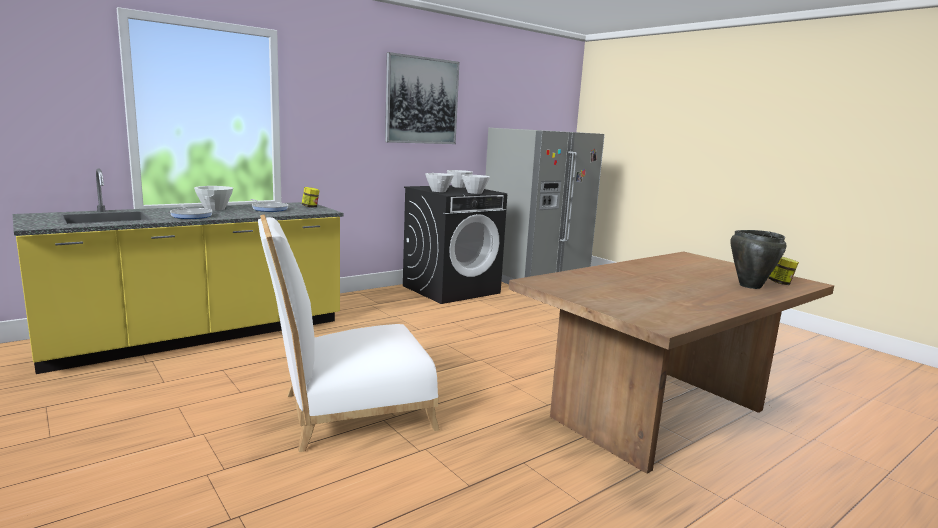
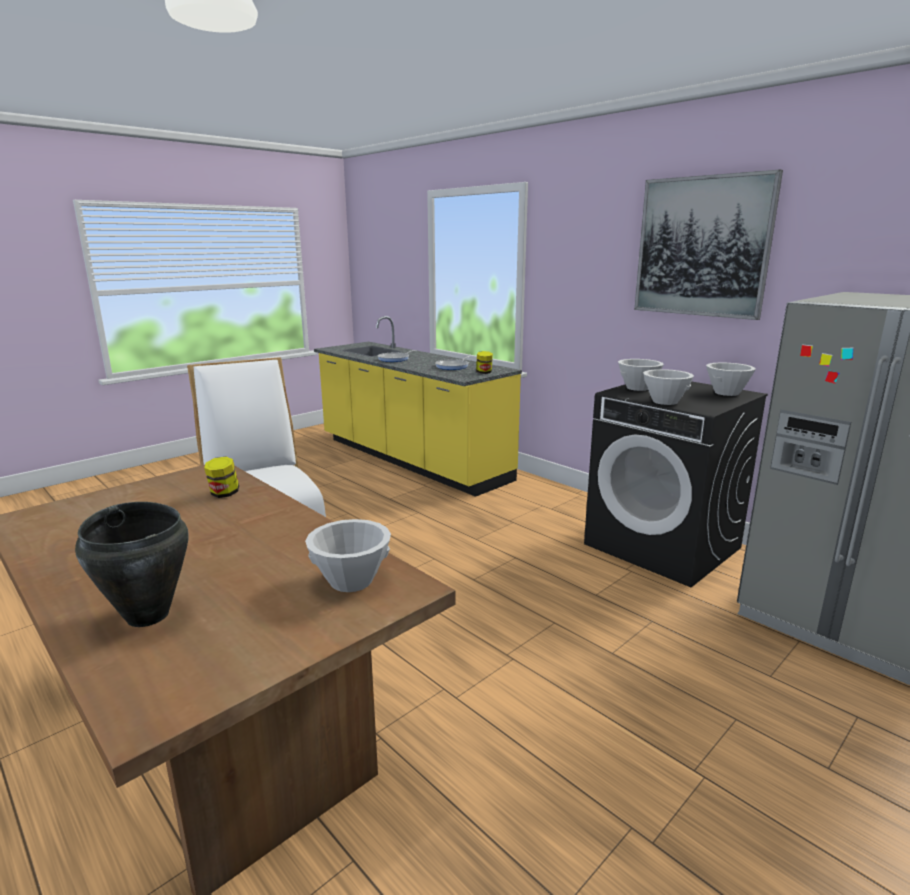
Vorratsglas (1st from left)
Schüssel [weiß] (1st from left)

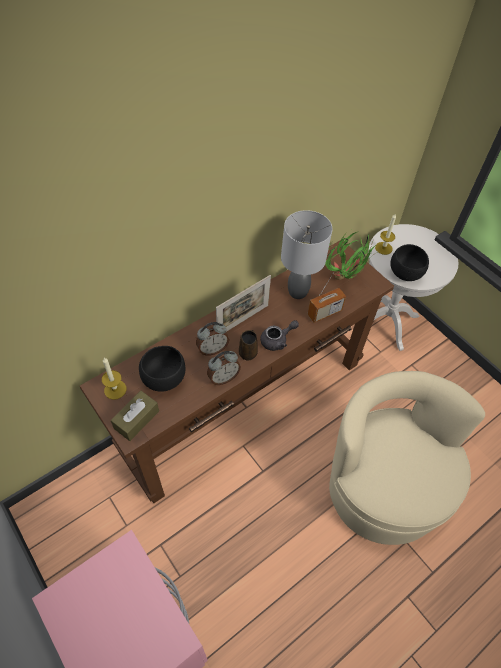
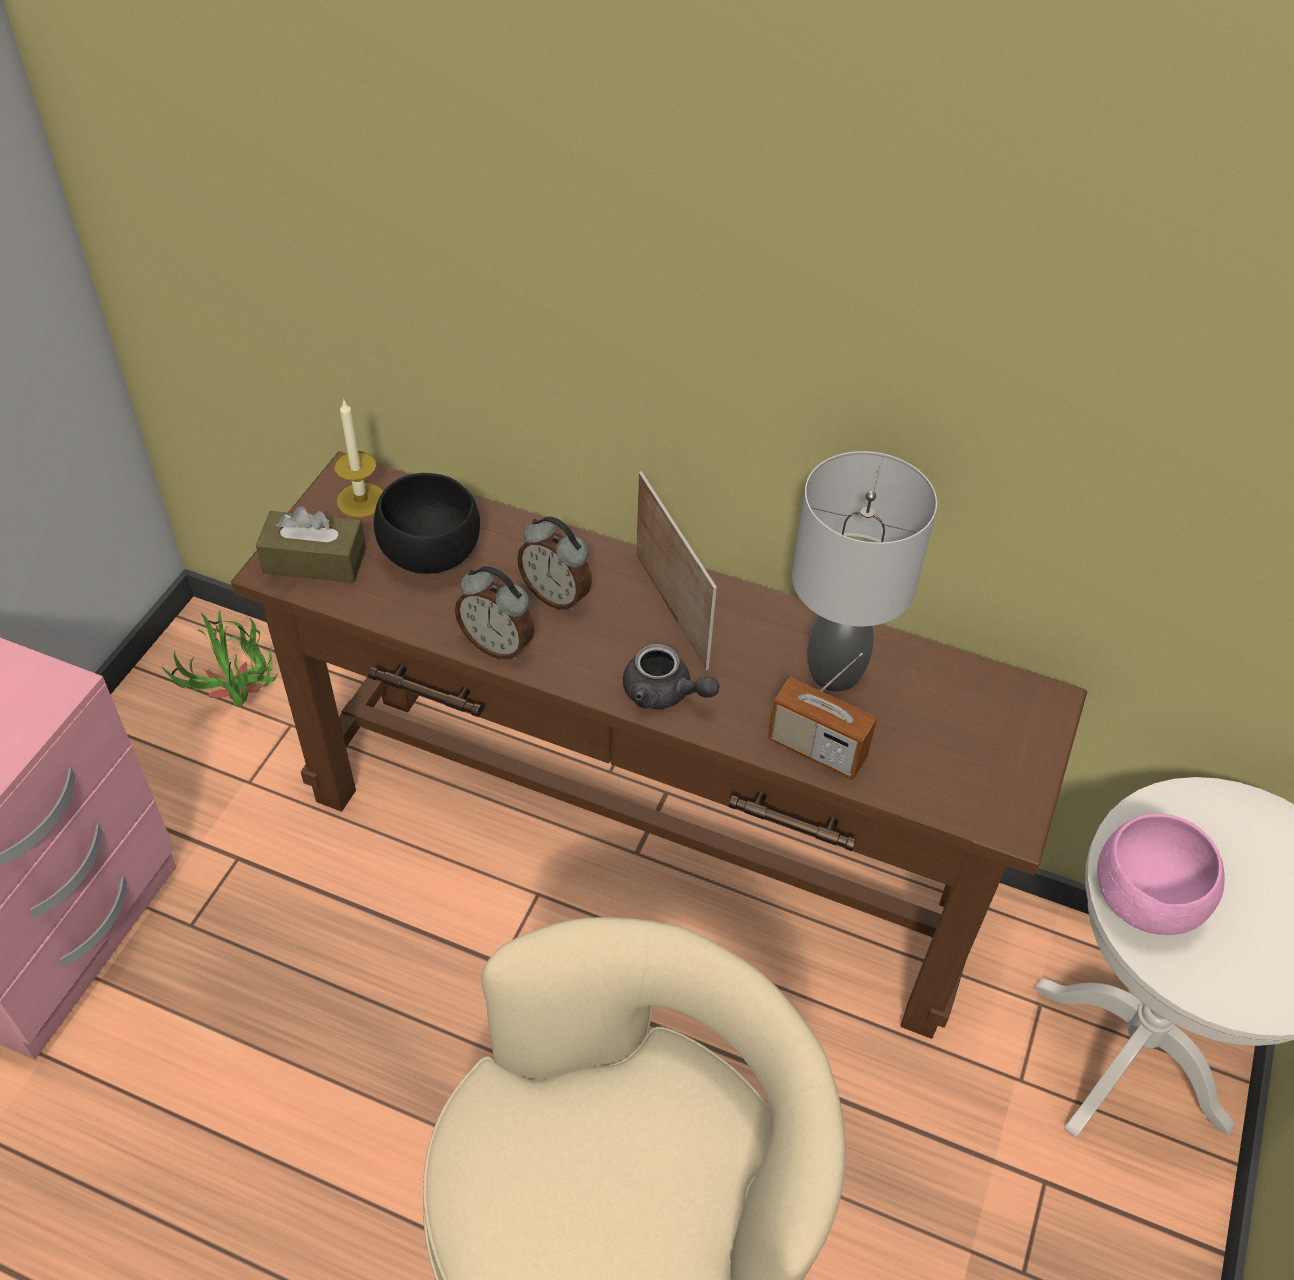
Topfpflanze
Bilderrahmen
Schüssel [rosa]
Henkelbecher [braun]
Kerze (2nd from left in the first image)

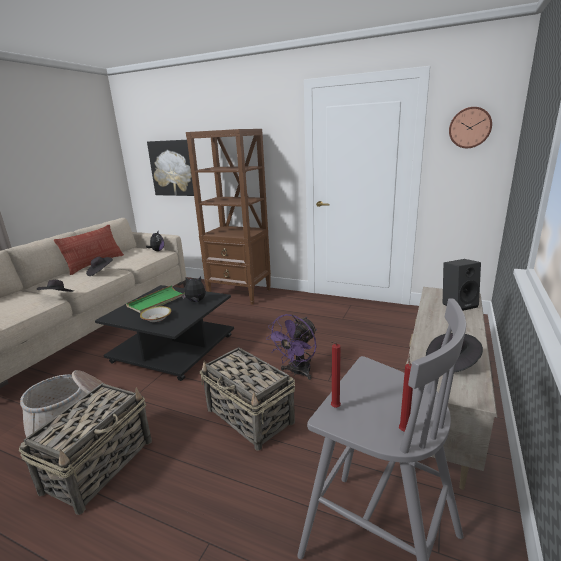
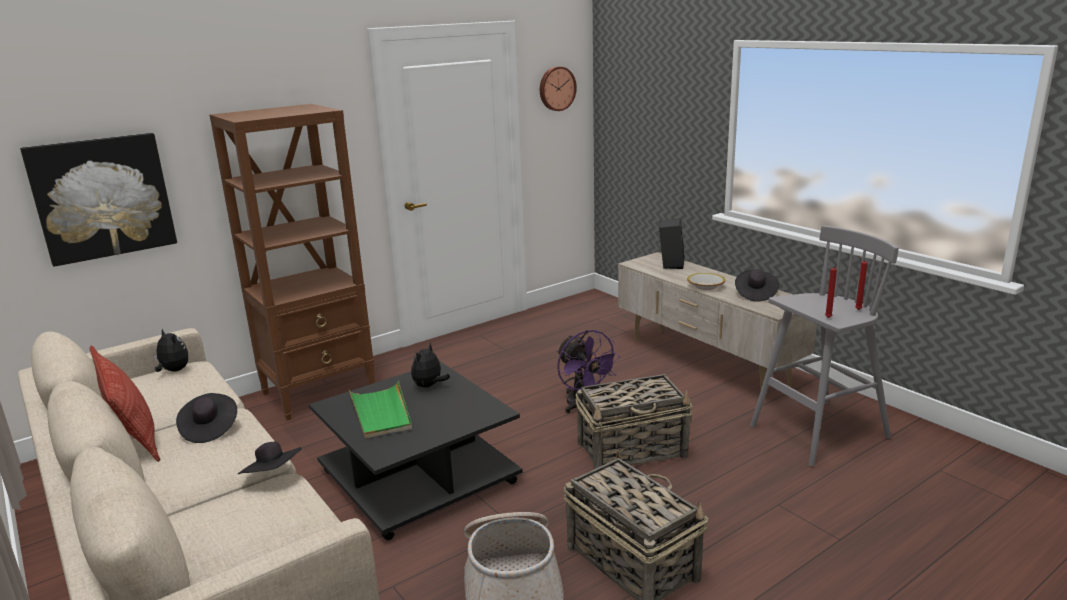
Schüssel

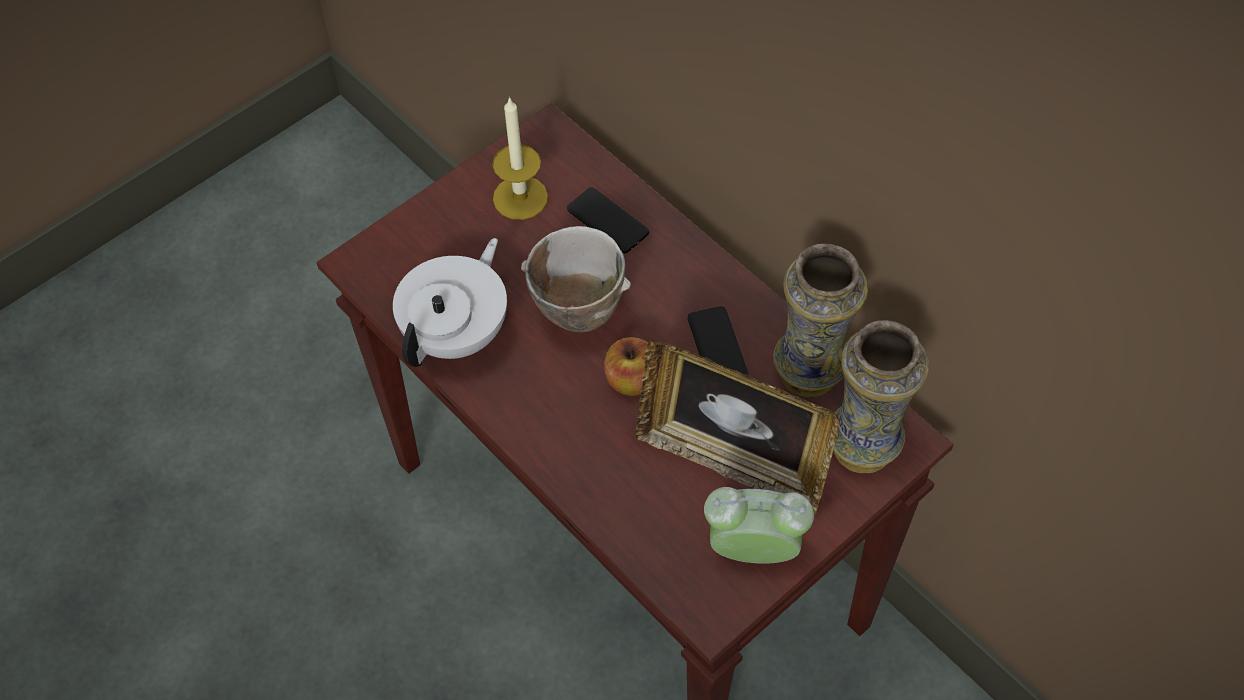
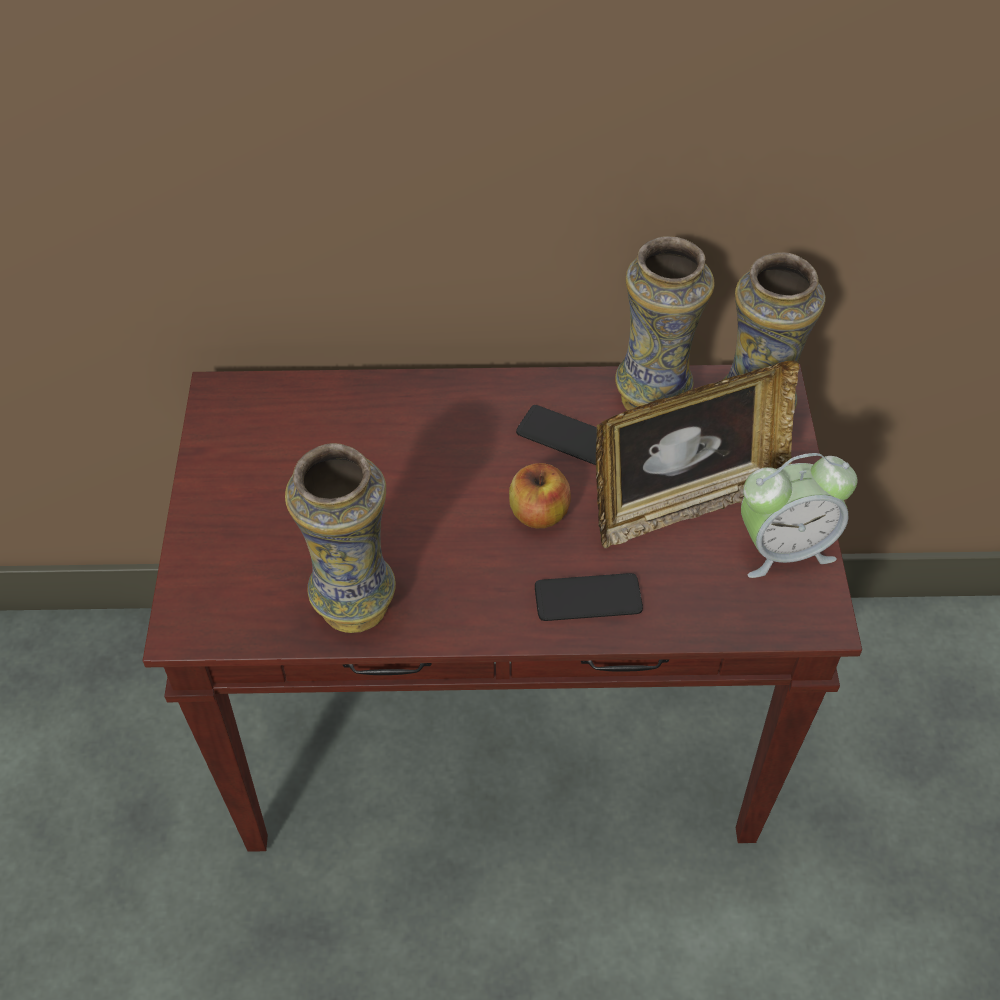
Vase (1st from left)
Handy (2nd from left)
Wecker
Kerze
Schüssel

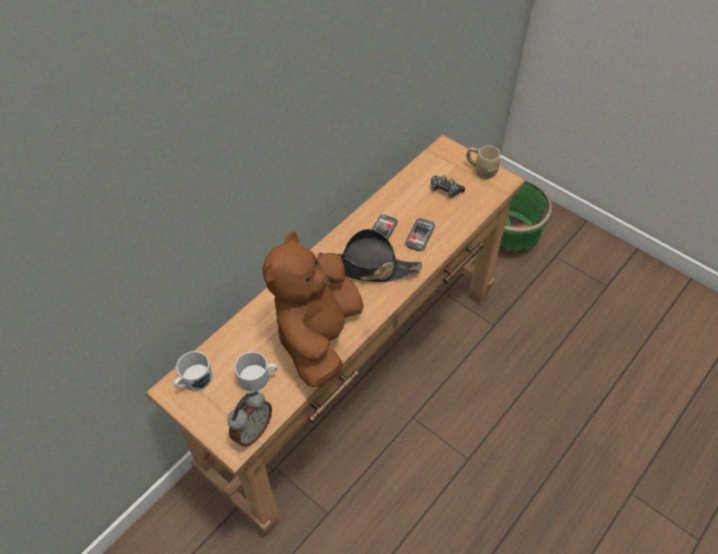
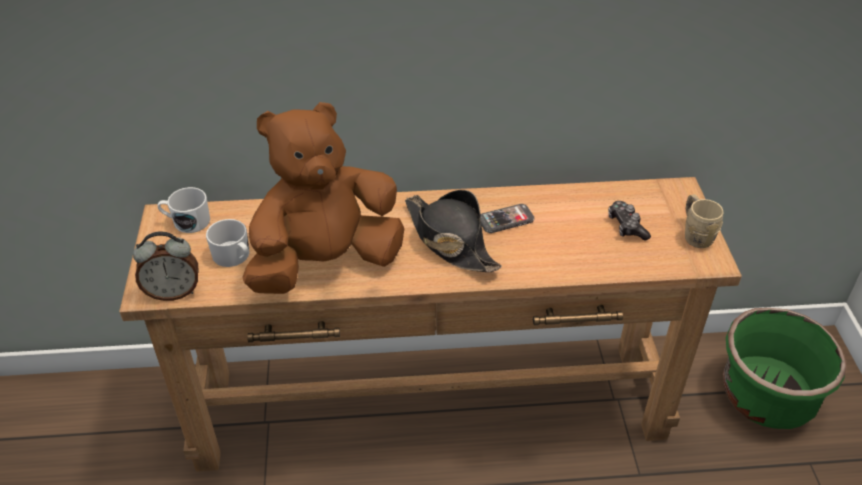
Handy (2nd from left in the first image)

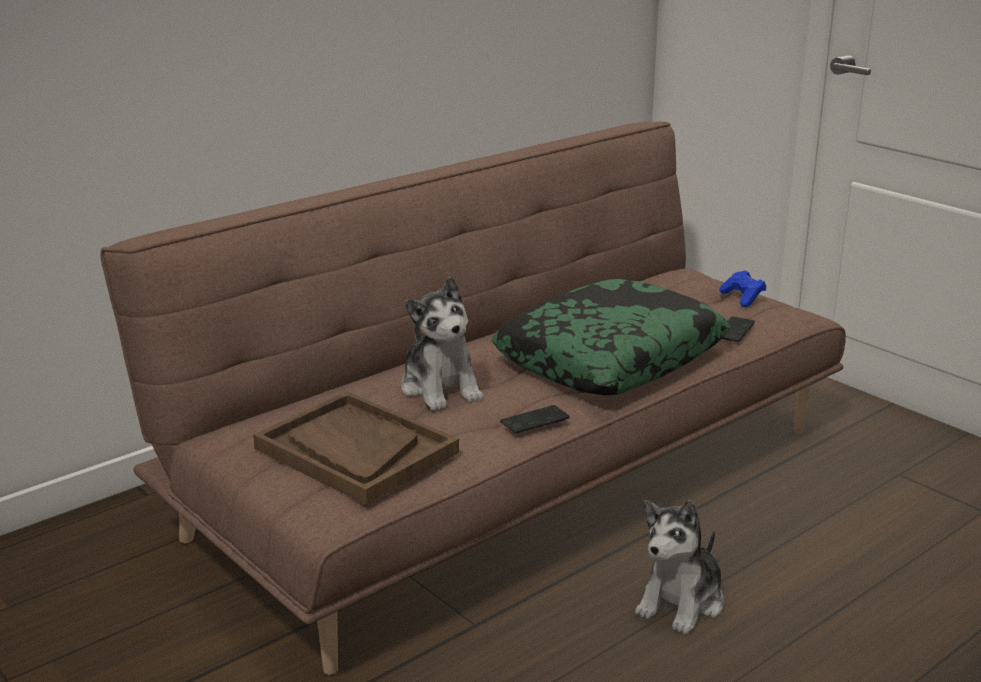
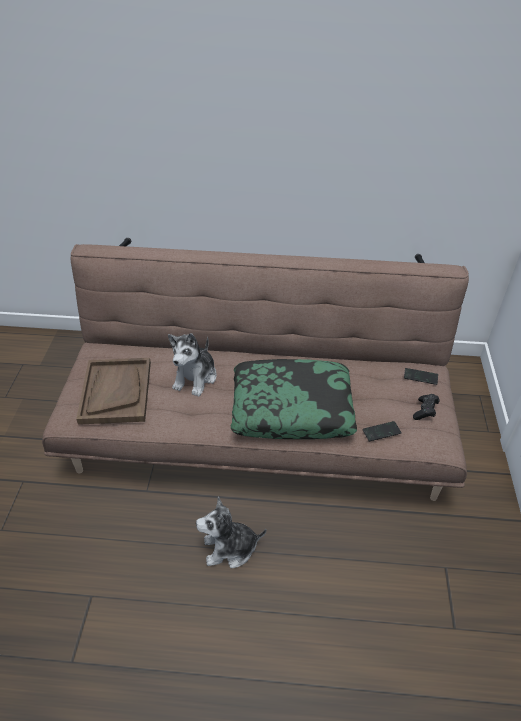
Handy (2nd from left)
Gamepad [schwarz]

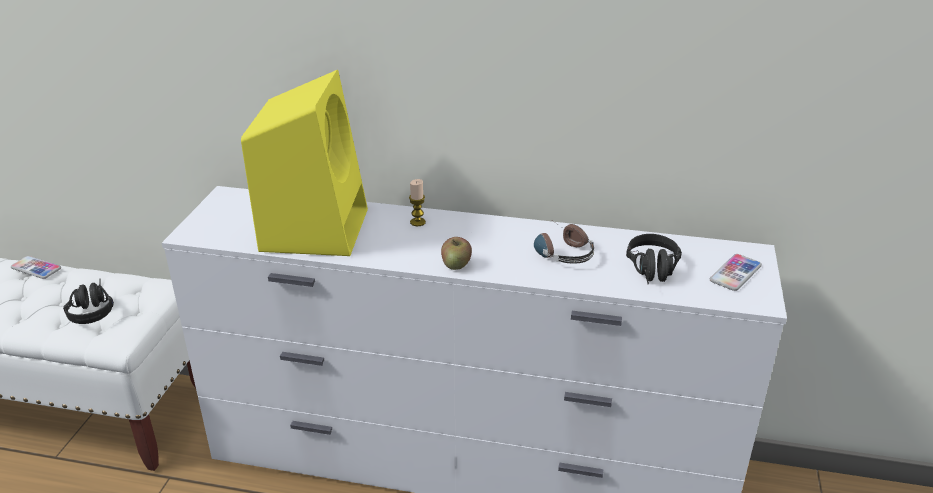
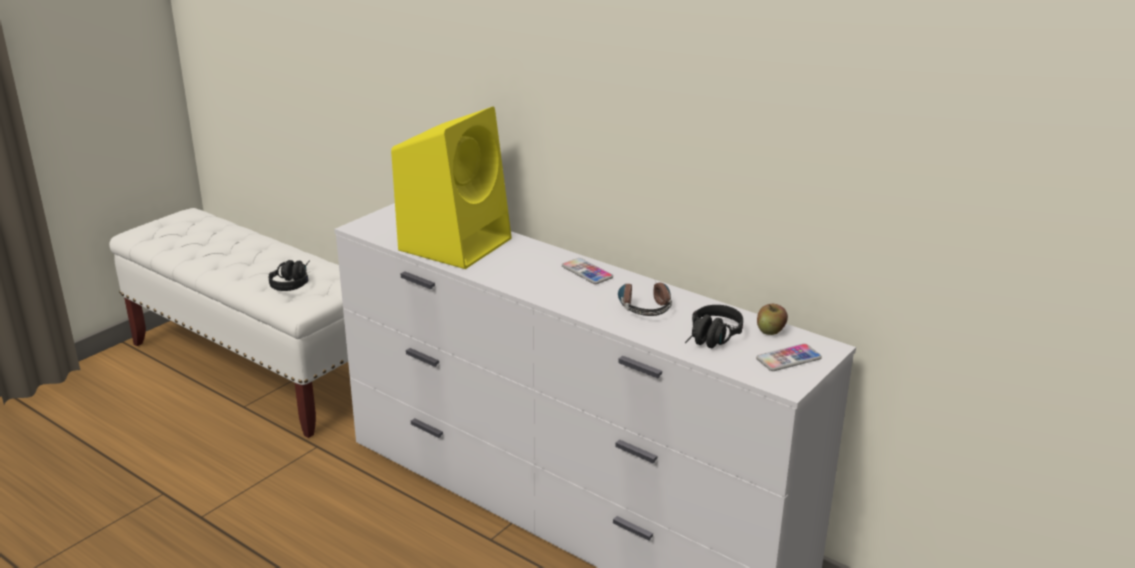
Handy (1st from left)
Apfel
Kerze

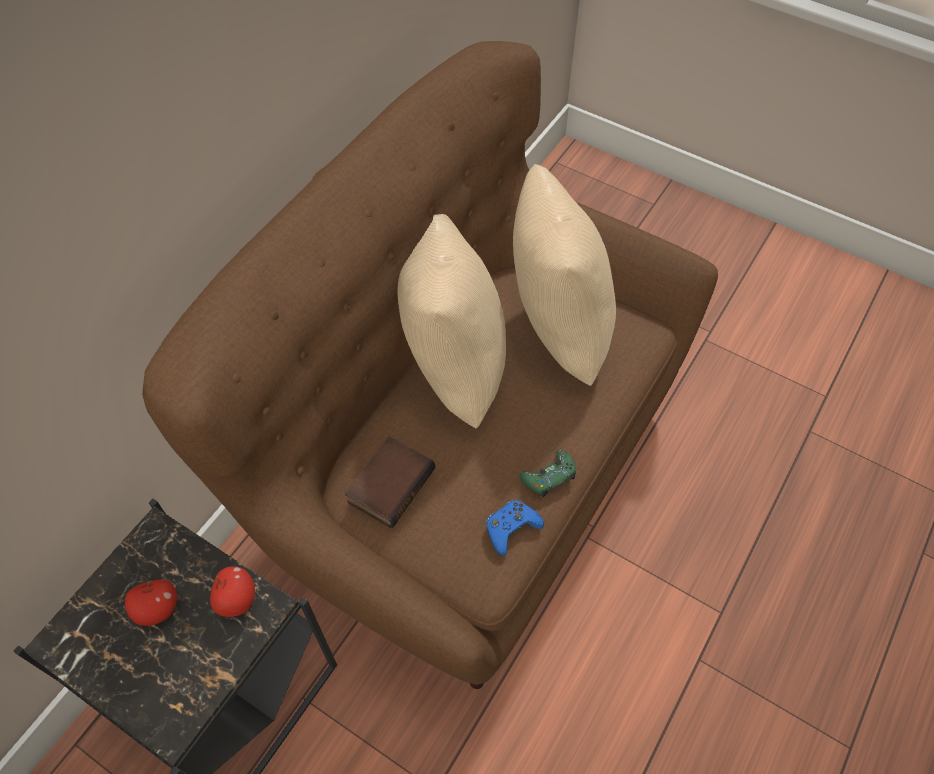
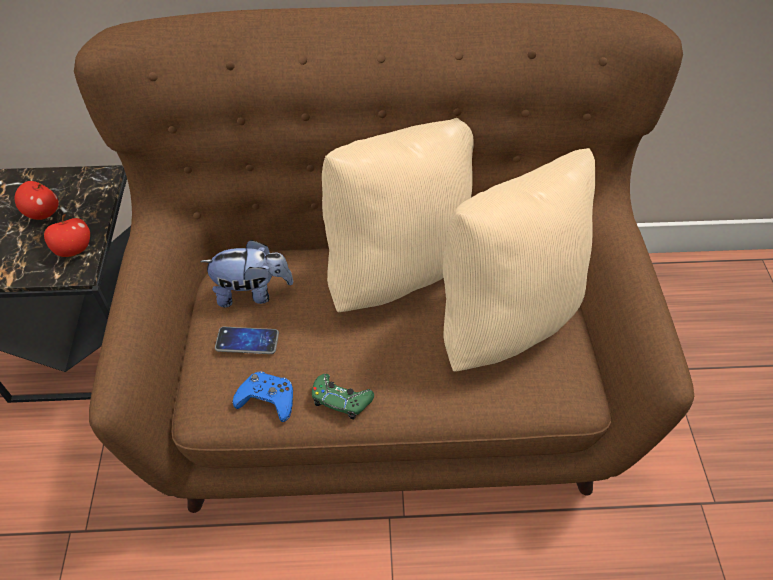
Plüschtier
Handy

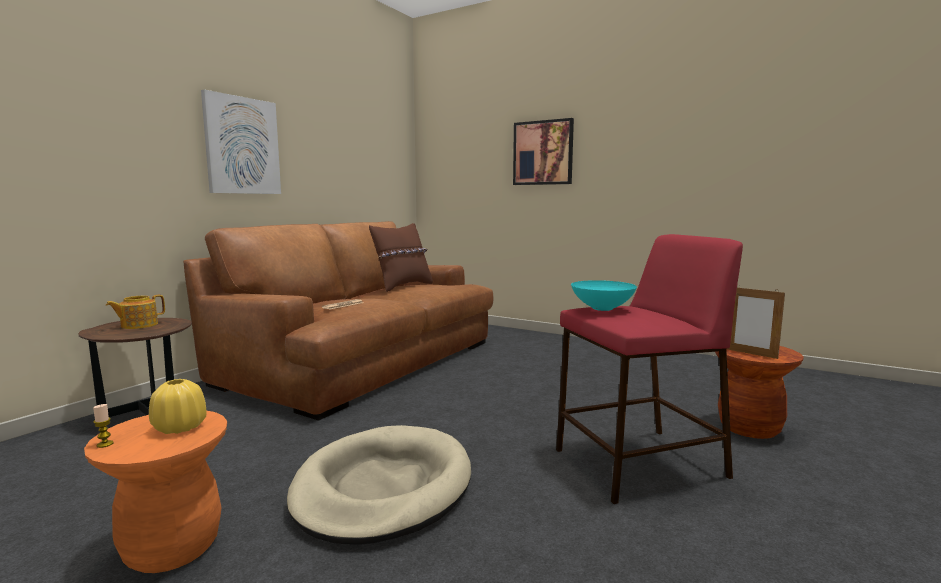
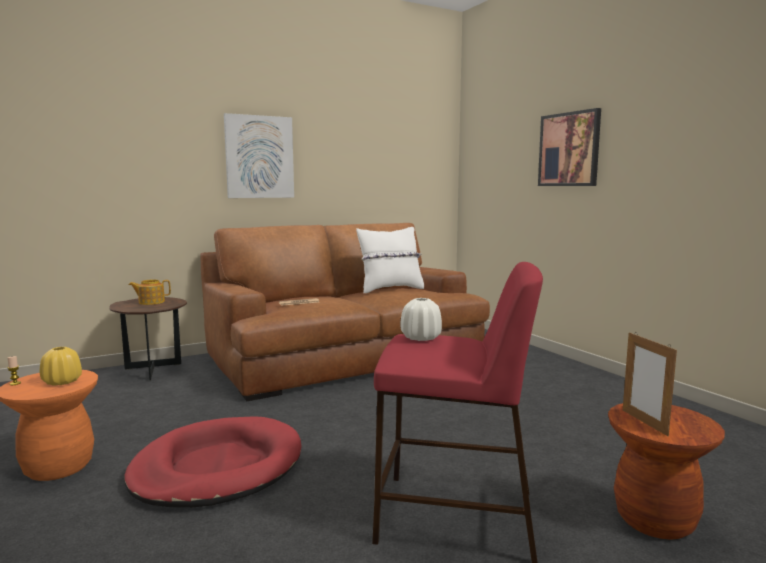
Hundebett [rot]
Kissen [weiß]
Vase [weiß]

